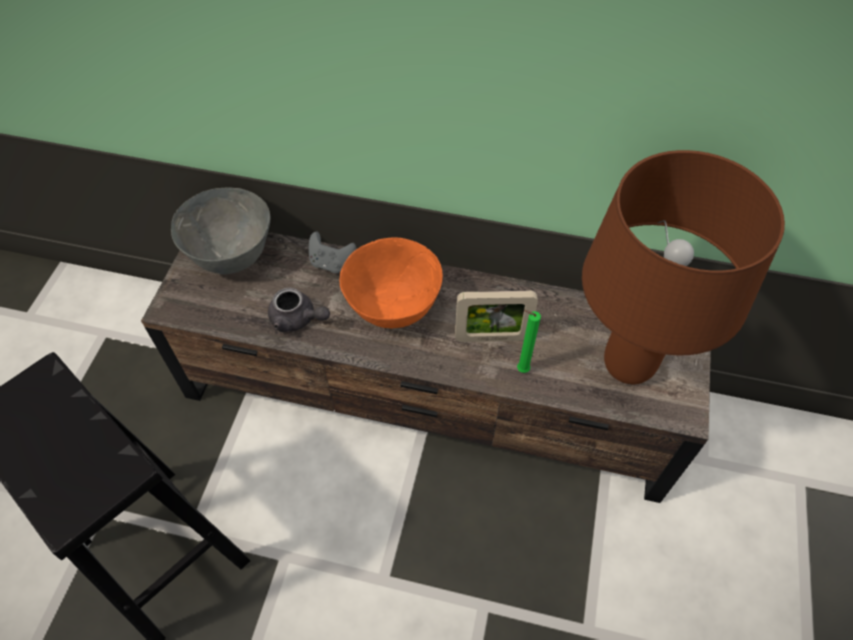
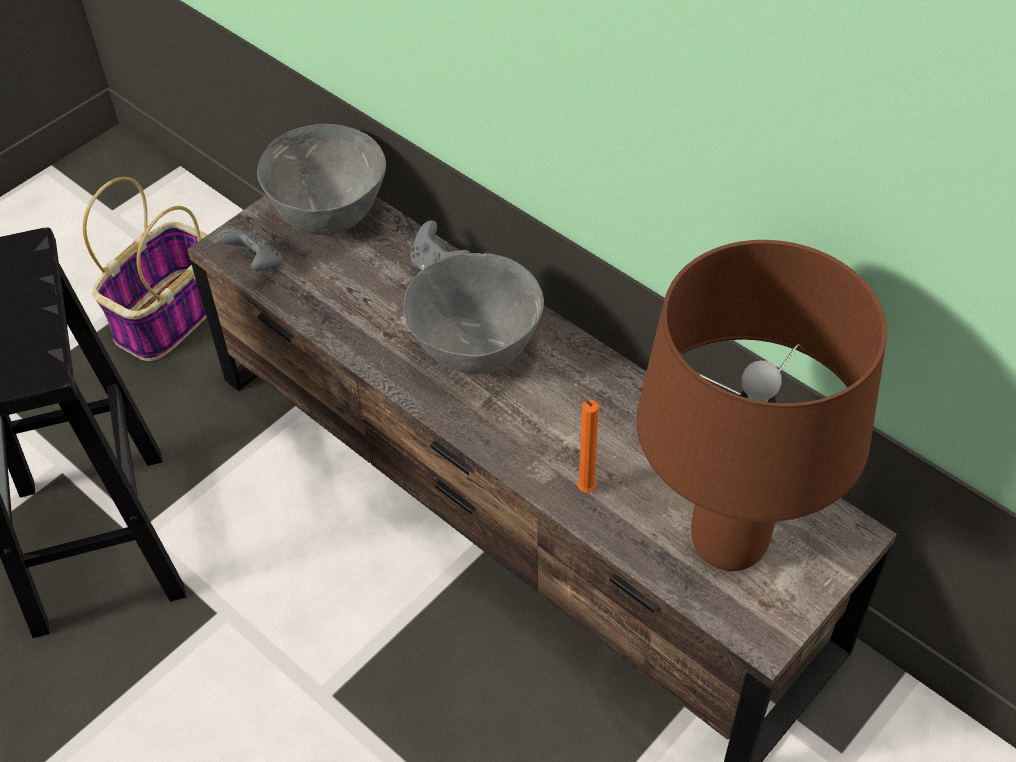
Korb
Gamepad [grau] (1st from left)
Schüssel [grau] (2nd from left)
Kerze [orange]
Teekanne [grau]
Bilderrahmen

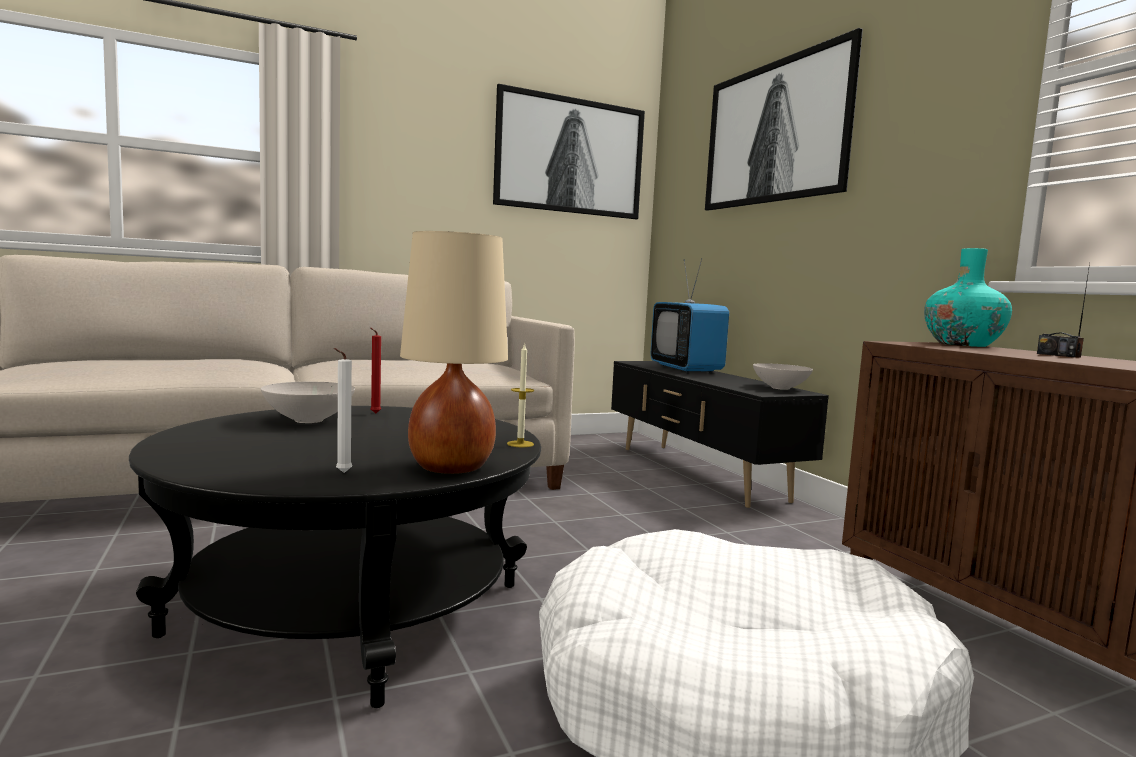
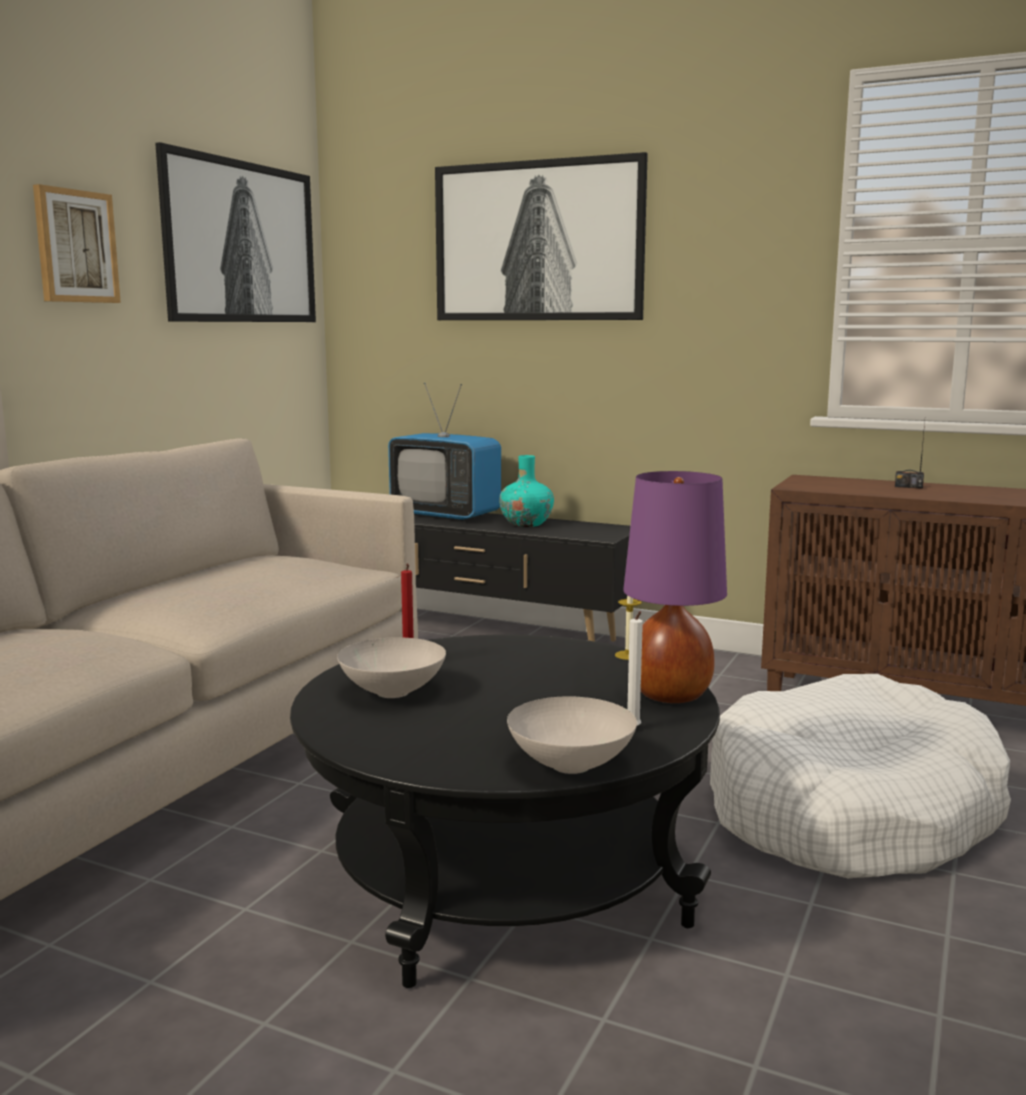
Bild (1st from left)
Vase [türkis]
Schüssel [weiß] (2nd from left)
Tischlampe [lila]

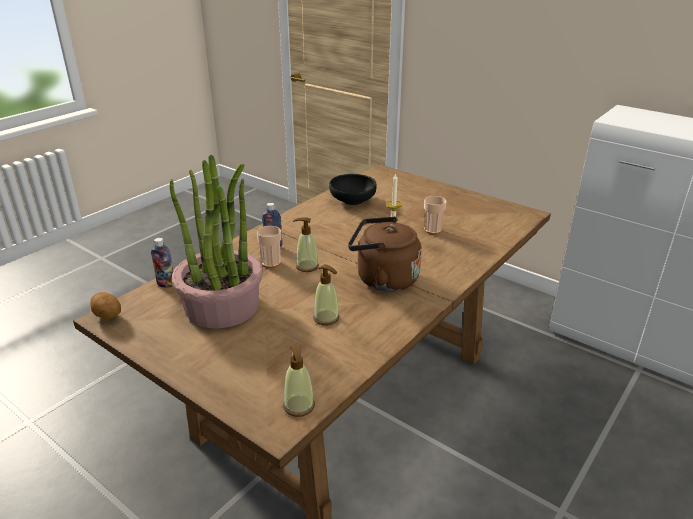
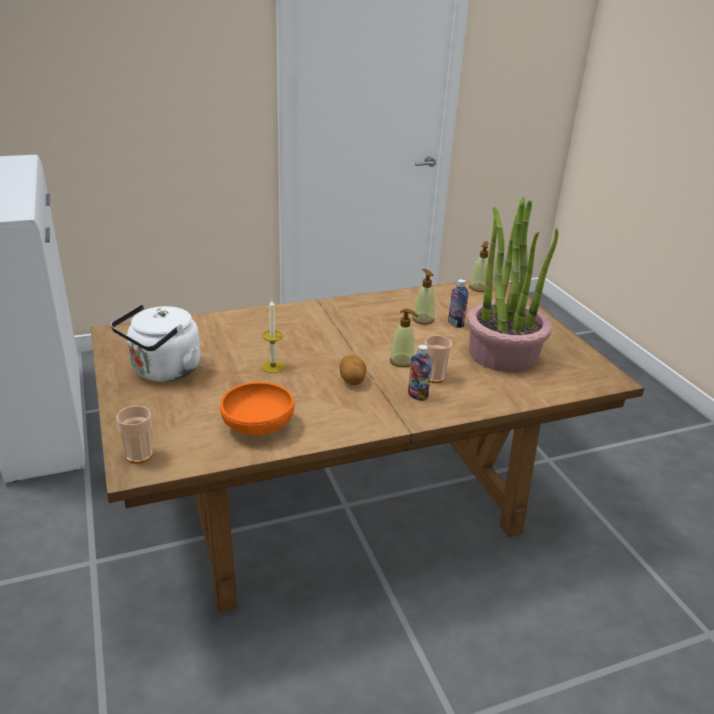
Wasserkessel [weiß]
Tasse (1st from left)
Schüssel [orange]
Kartoffel
Flasche (2nd from left)
Wasserkessel [braun]

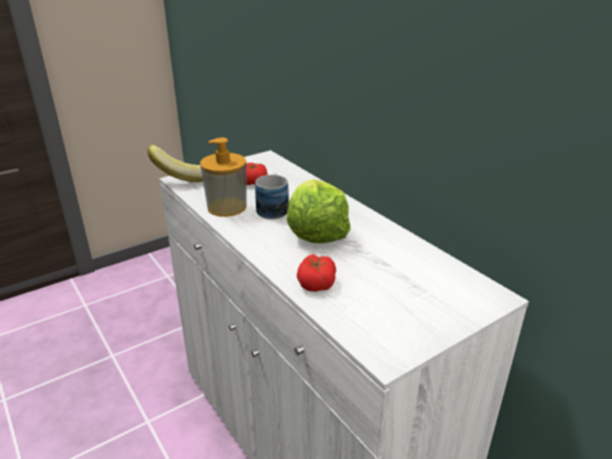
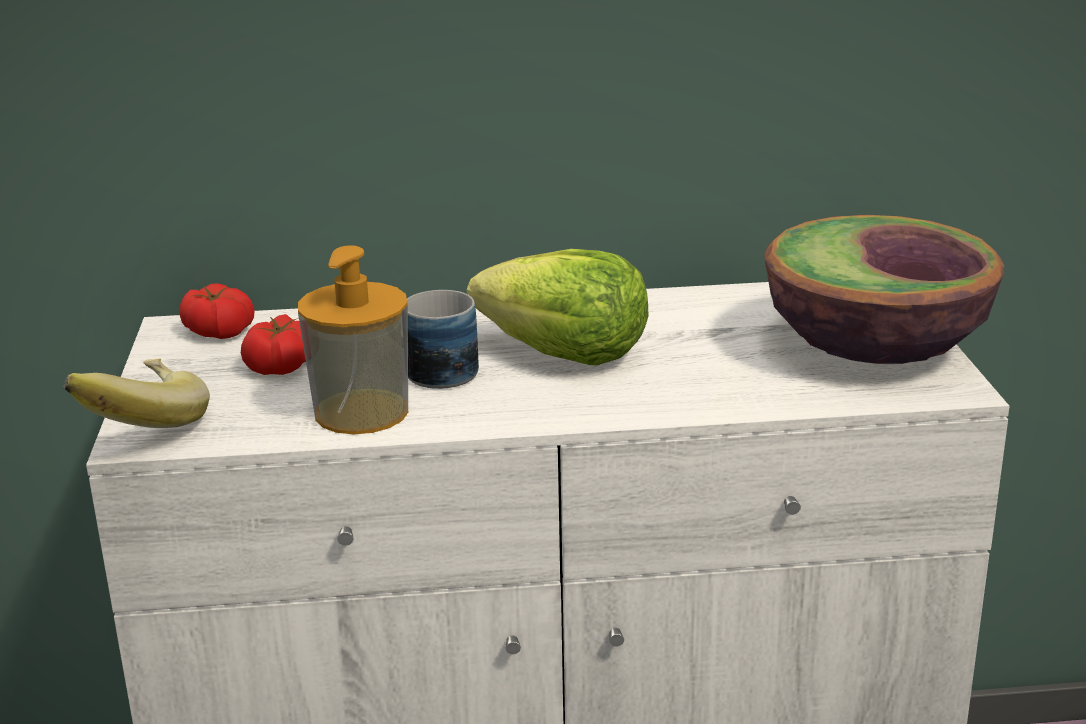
Tomate (1st from left)
Schüssel

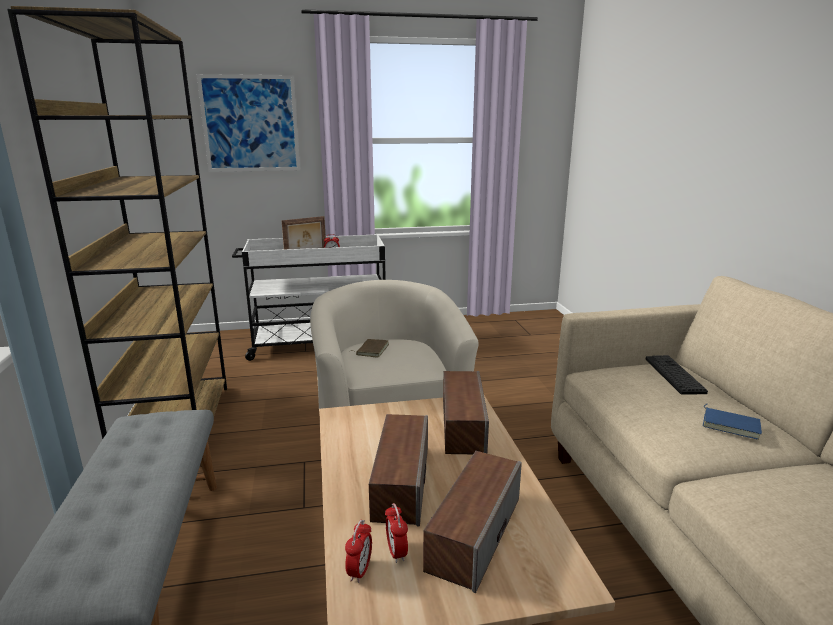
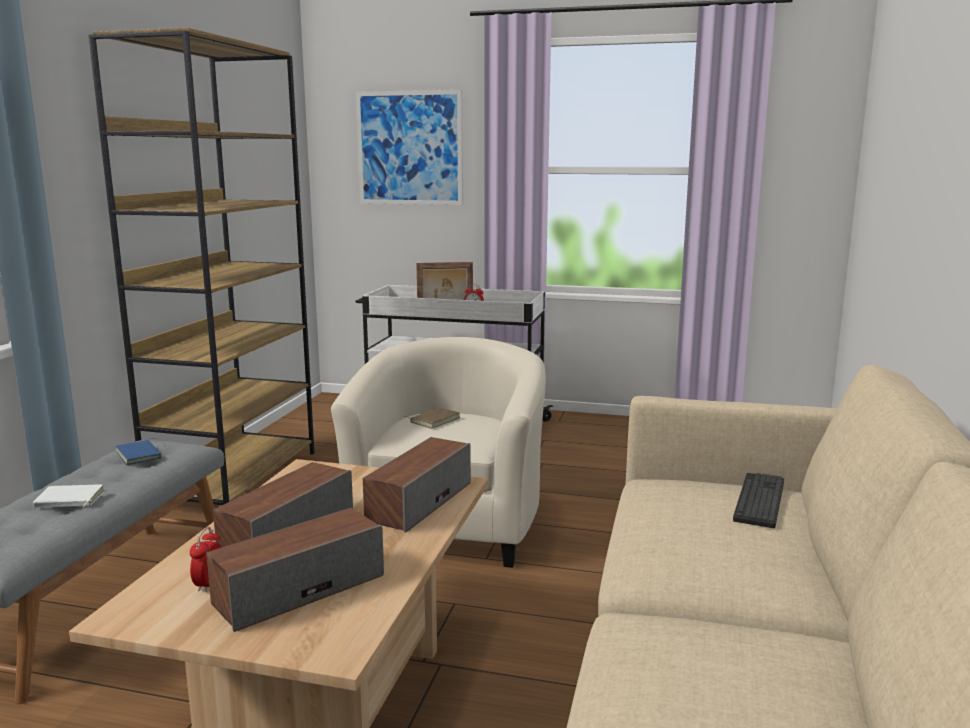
Buch [weiß]
Buch [blau]
Wecker (2nd from left in the first image)

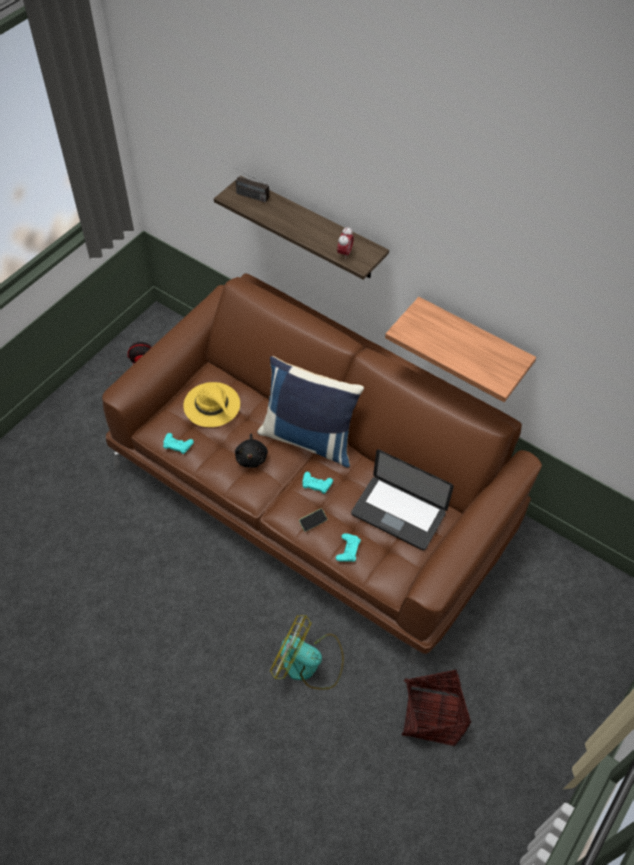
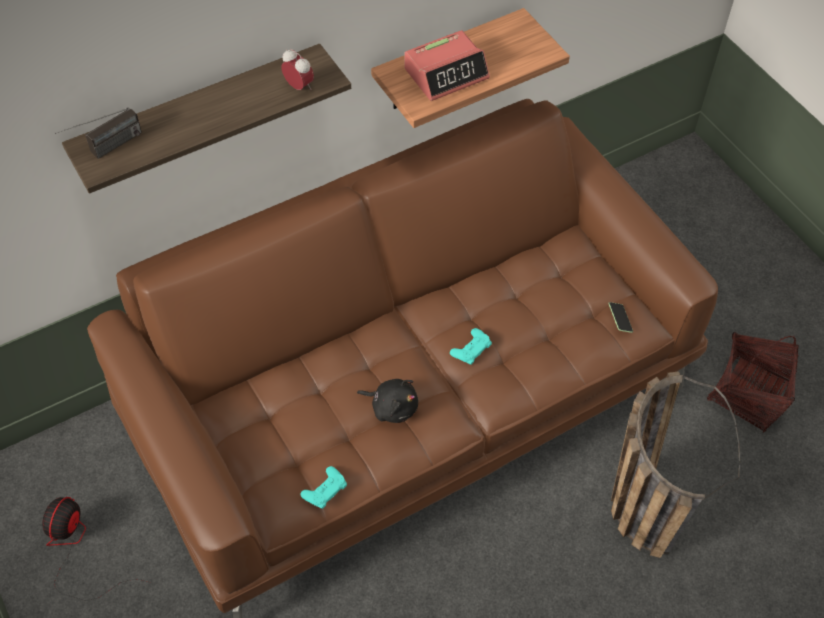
Wecker (2nd from left)
Handy
Korb (1st from left)
Hut [gelb]
Kissen [blau]
Gamepad [türkis] (3rd from left in the first image)
Laptop

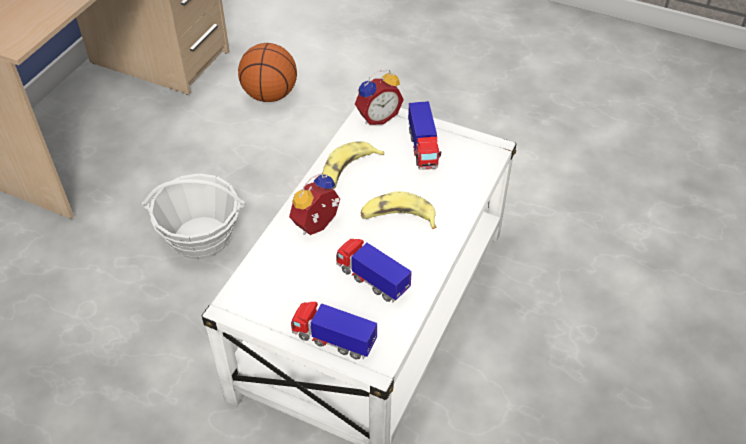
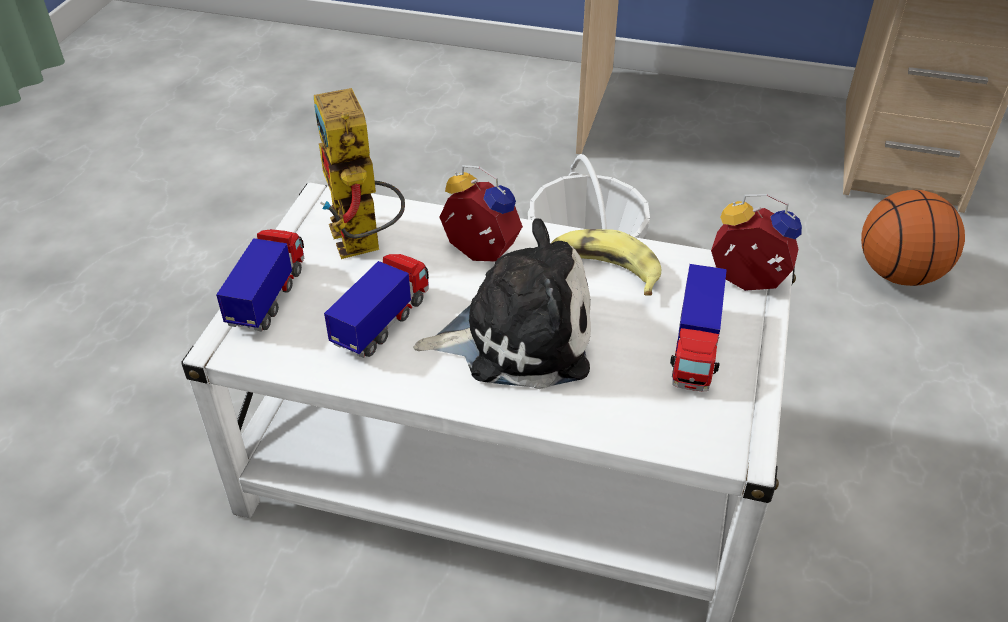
Spielzeugroboter
Plüschtier
Spielzeuglaster (3rd from left)
Wecker (2nd from left)

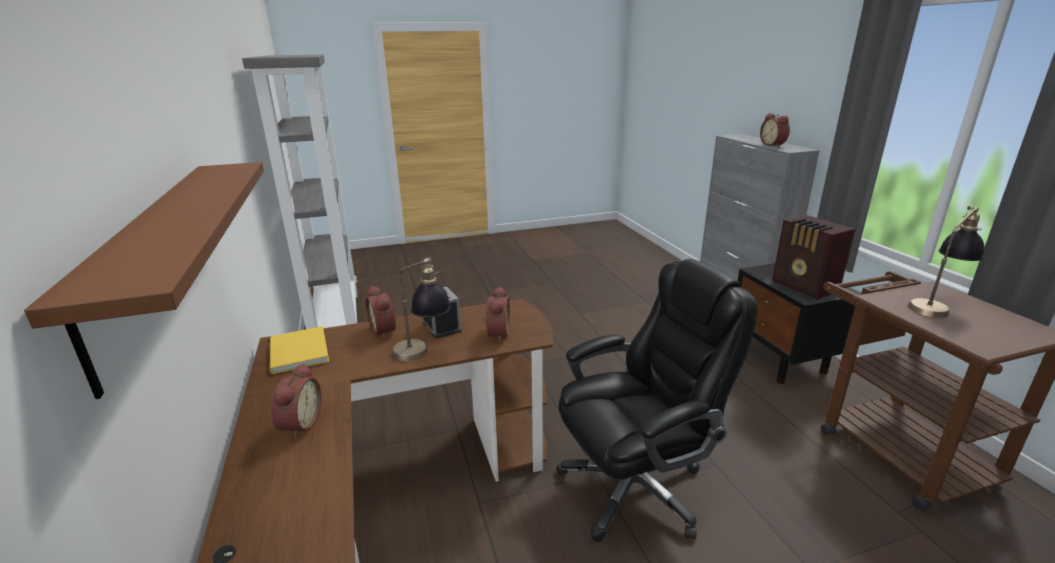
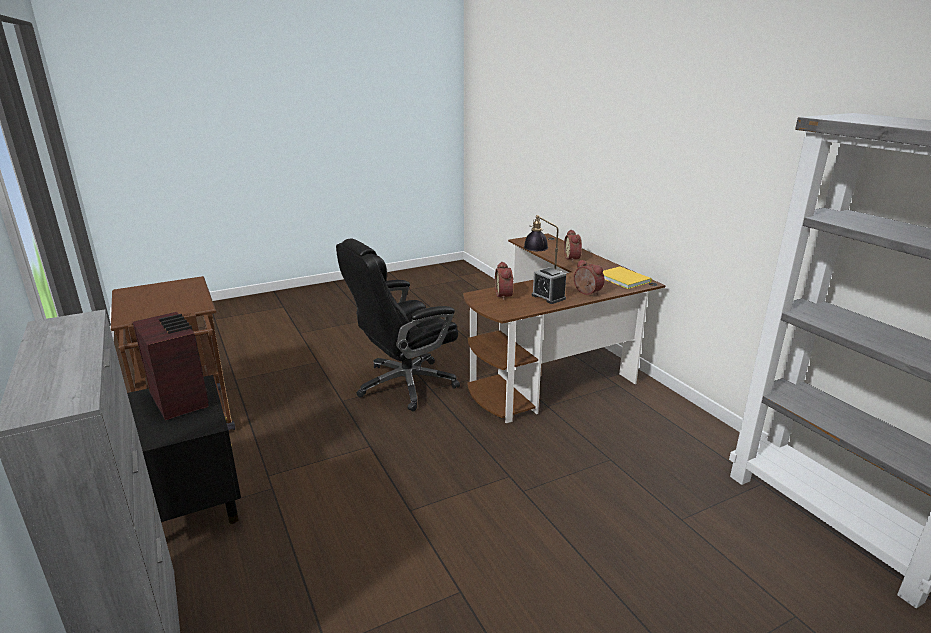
Wandregal [braun]
Wecker (5th from left in the first image)
Tischlampe (2nd from left in the first image)

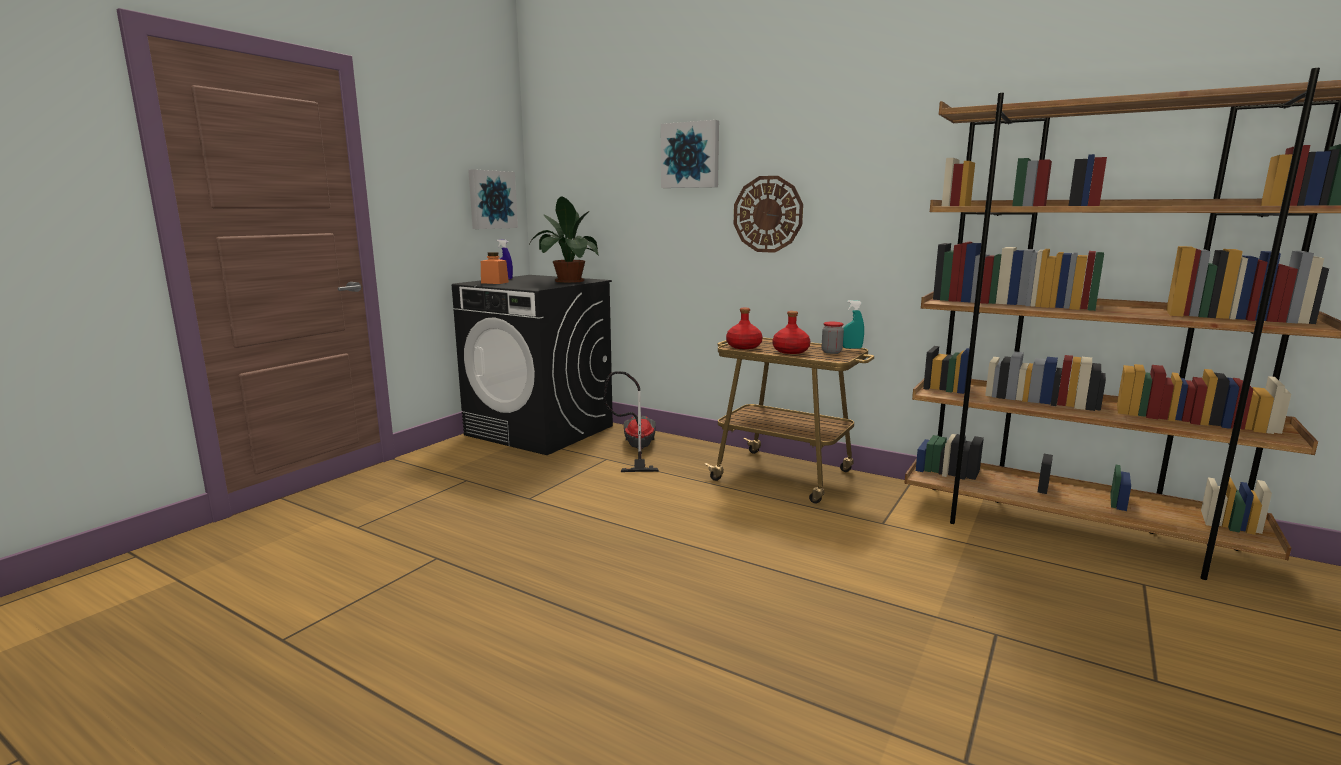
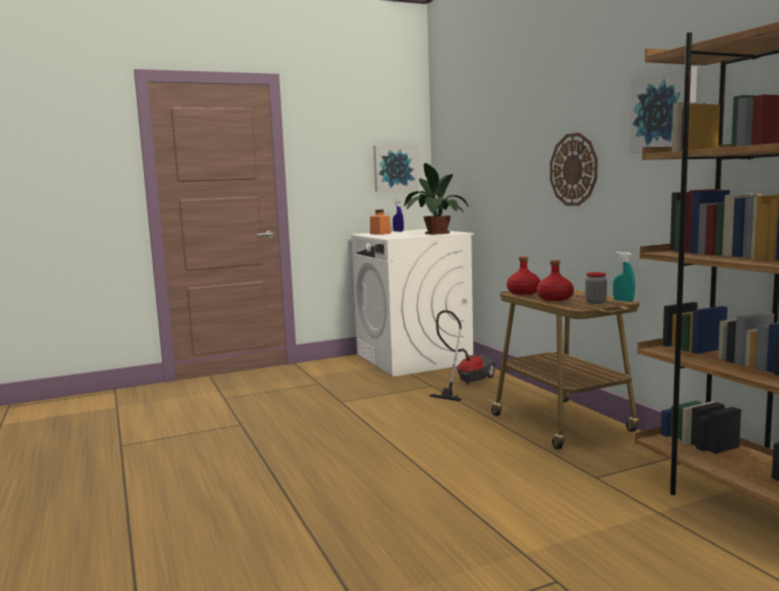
Waschmaschine [weiß]
Bild (2nd from left)

